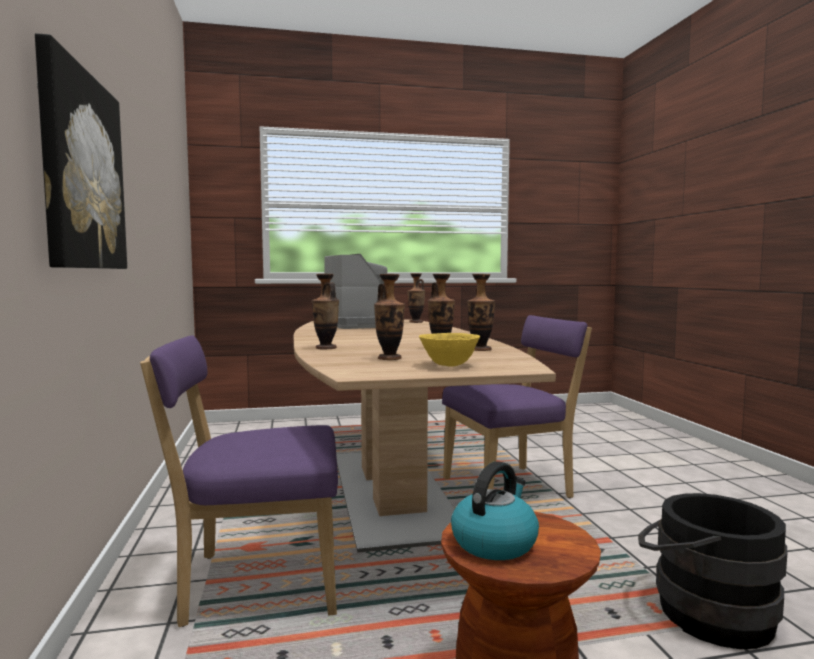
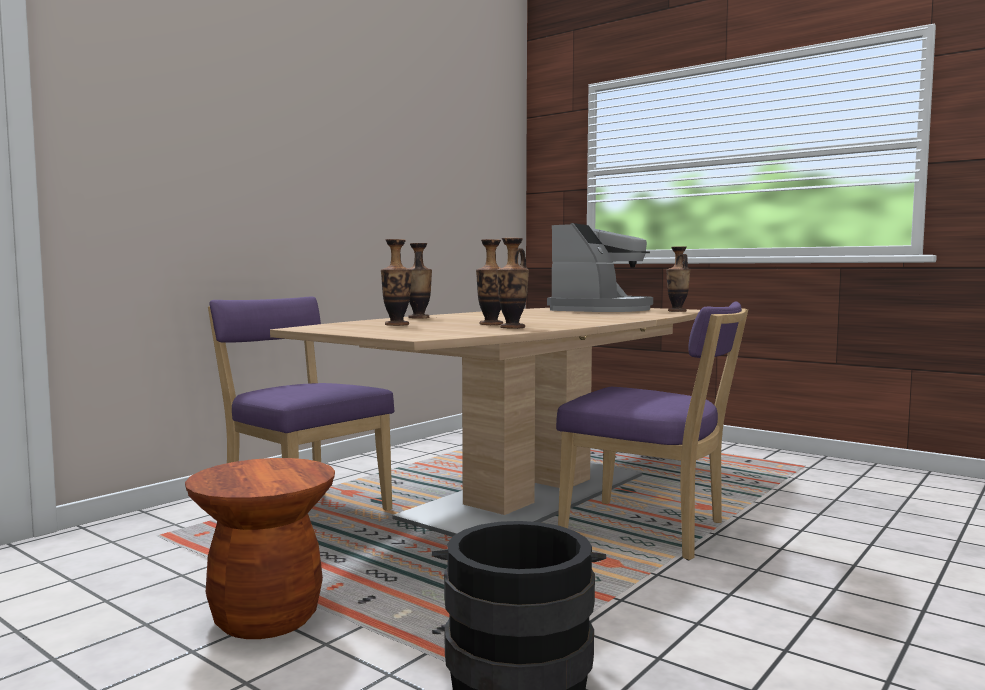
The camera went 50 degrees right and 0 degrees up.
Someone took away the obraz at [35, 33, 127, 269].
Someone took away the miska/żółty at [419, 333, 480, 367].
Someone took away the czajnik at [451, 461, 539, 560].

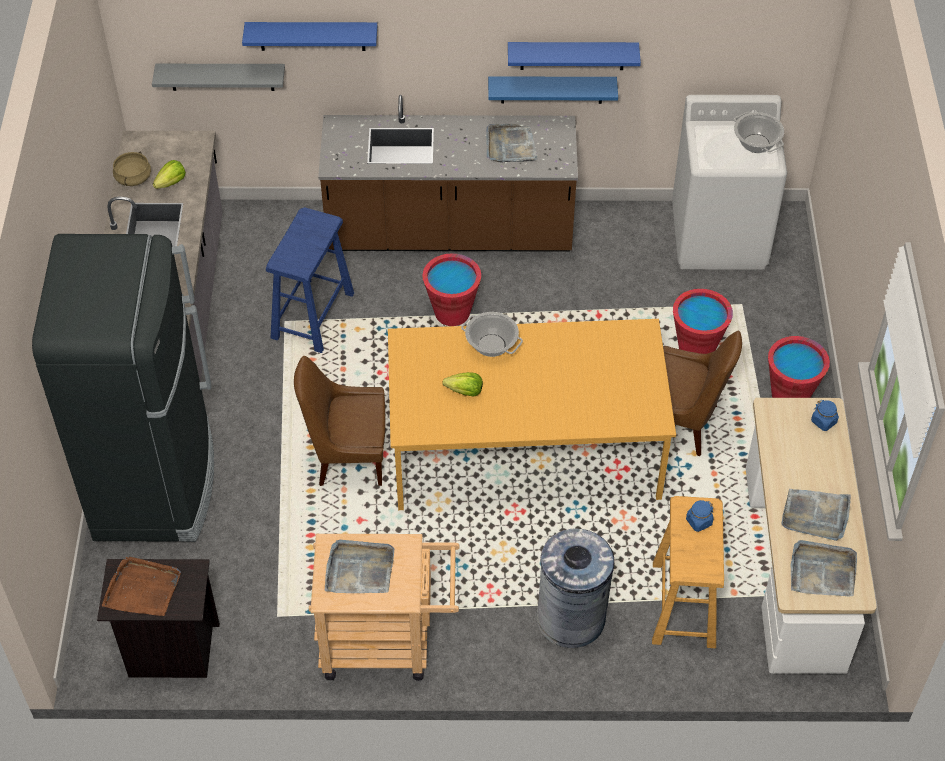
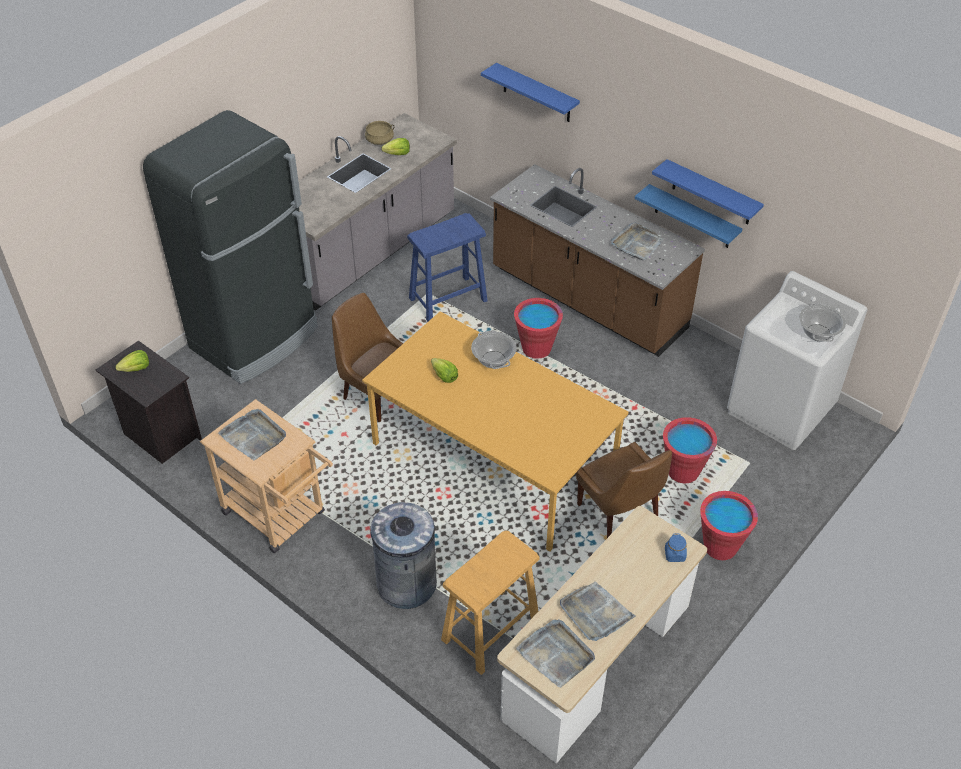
The camera went 40 degrees right and 5 degrees down.
Someone took away the półka/szary at [152, 64, 285, 91].
Someone took away the słoik/niebieski at [686, 500, 714, 532].
Someone swapped the taca/brązowy at [102, 557, 181, 616] for the sałata at [115, 350, 149, 372].

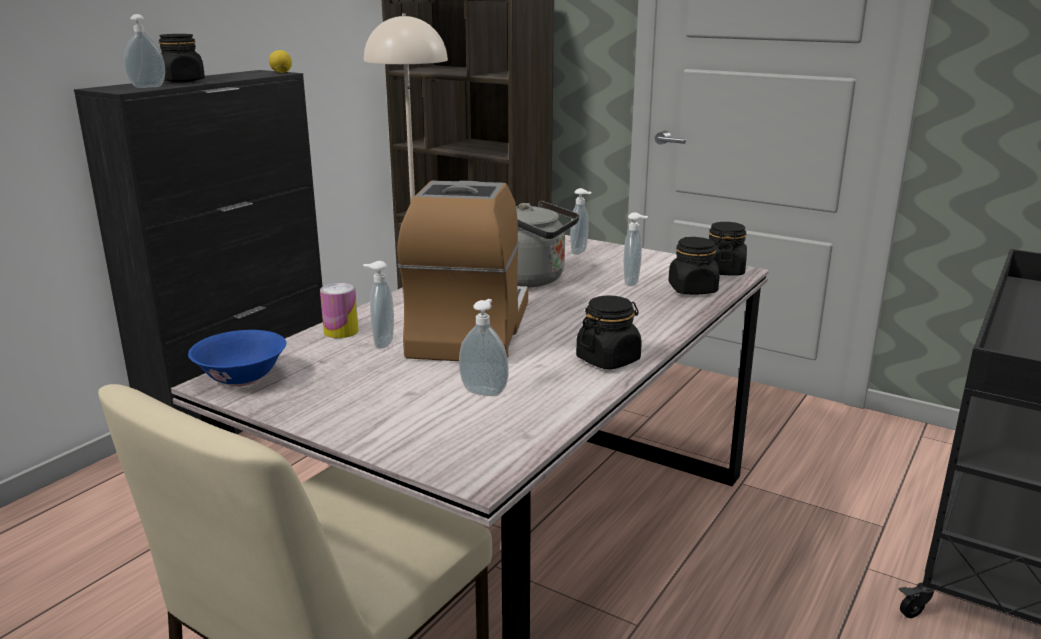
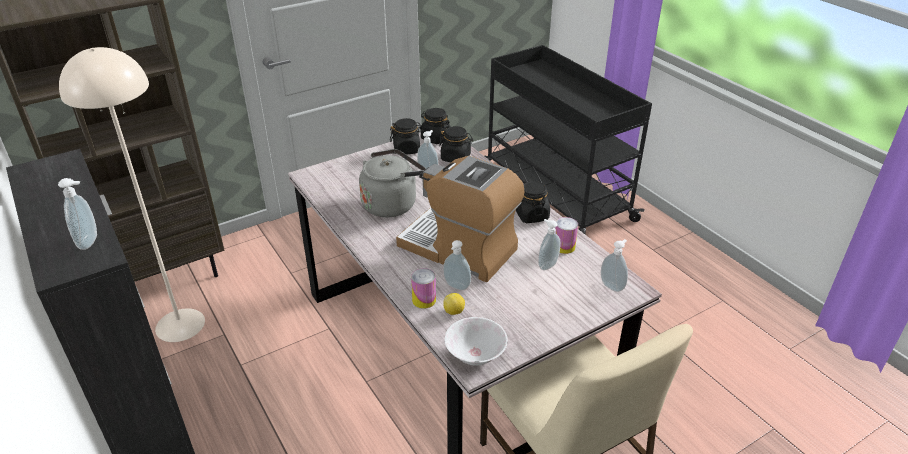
The camera went 65 degrees left and 15 degrees up.
Someone carried the słoik/czarny from [159, 34, 205, 83] to [390, 118, 423, 155].
Someone carried the cytryna from [269, 50, 292, 73] to [443, 293, 465, 315].
Someone carried the dozownik mydła from [570, 188, 592, 255] to [601, 239, 628, 292].
Someone repainted the miska/niebieski at [188, 330, 286, 387], which became the miska/biały at [444, 317, 508, 366].
Someone put down the puszka at [555, 217, 578, 254].

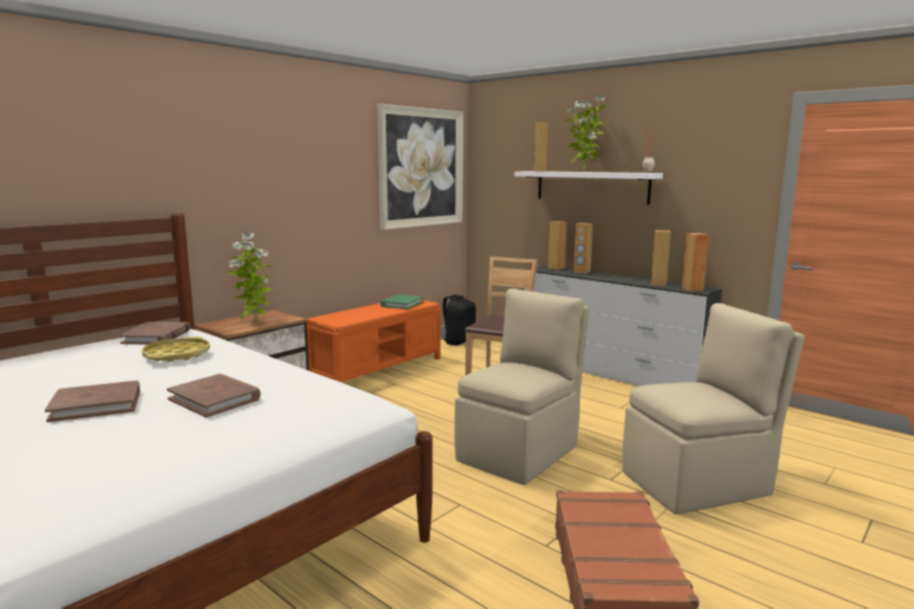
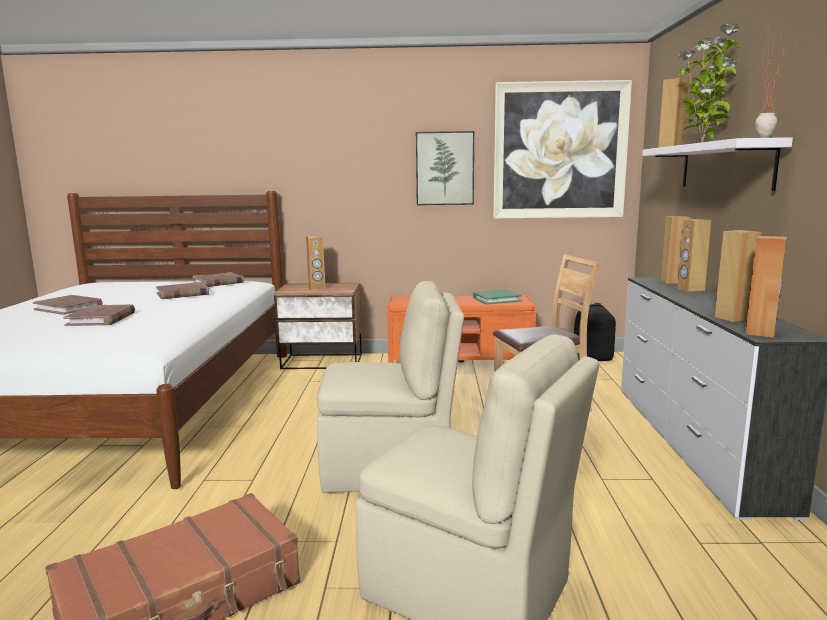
The camera went 50 degrees right and 0 degrees up.
Someone swapped the roślina doniczkowa at [227, 232, 272, 322] for the głośnik/brązowy at [306, 236, 325, 290].
Someone swapped the taca/żółty at [141, 336, 210, 362] for the książka/brązowy at [156, 282, 209, 299].
Someone put up the obraz at [416, 131, 474, 205].

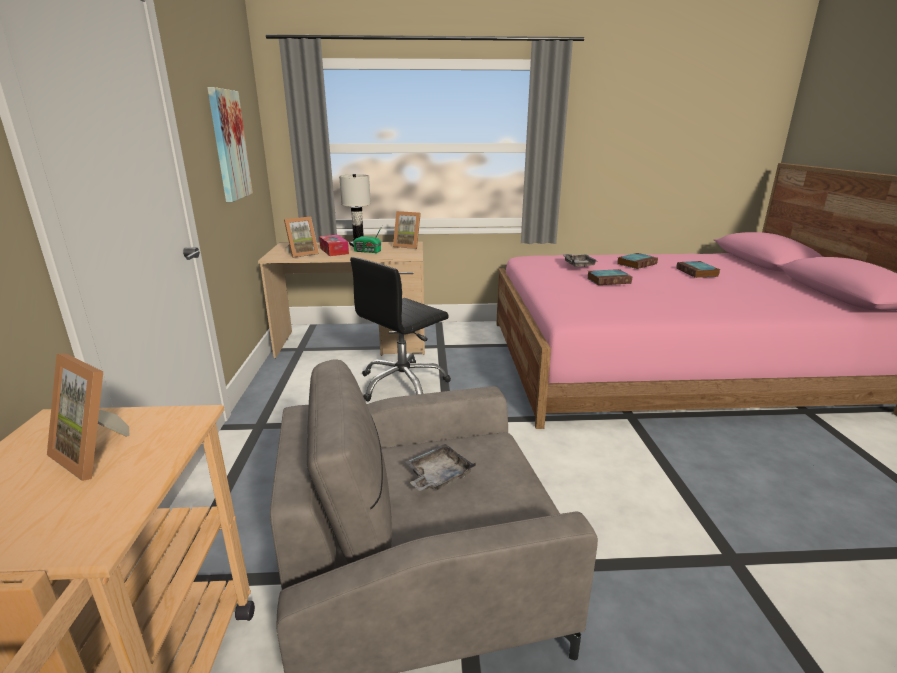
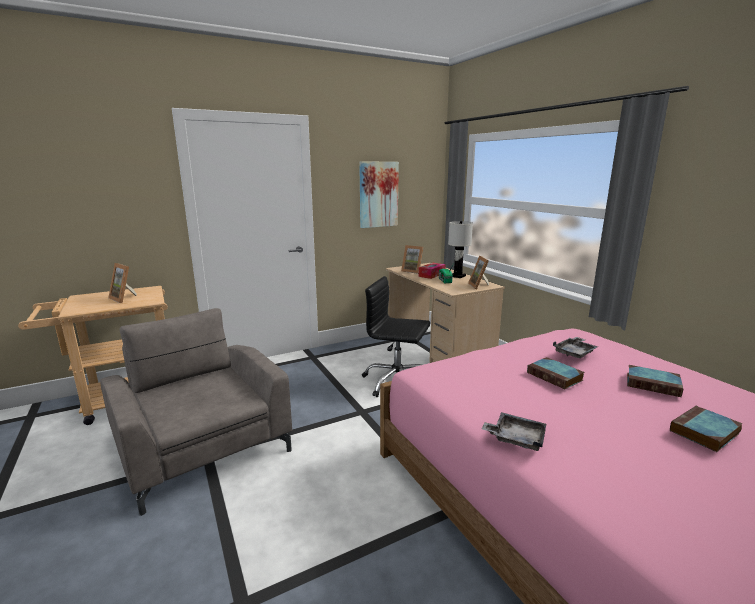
The camera went 65 degrees right and 5 degrees down.
Someone rotated the ramka na zdjęcie at [47, 353, 129, 481] by 60 degrees counterclockwise.
Someone carried the taca/szary from [405, 444, 476, 491] to [482, 412, 546, 451].

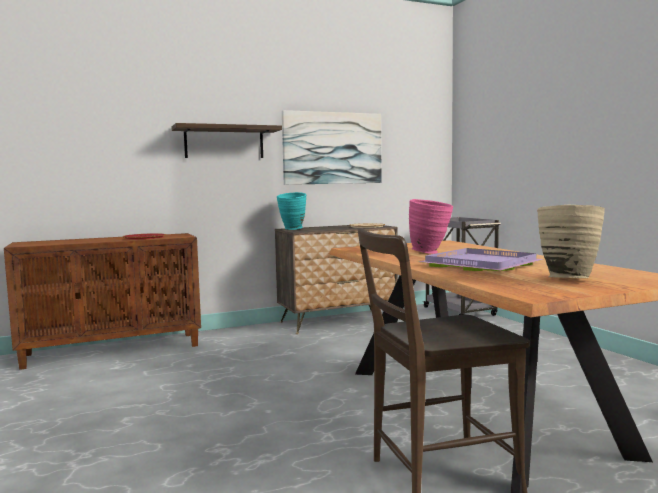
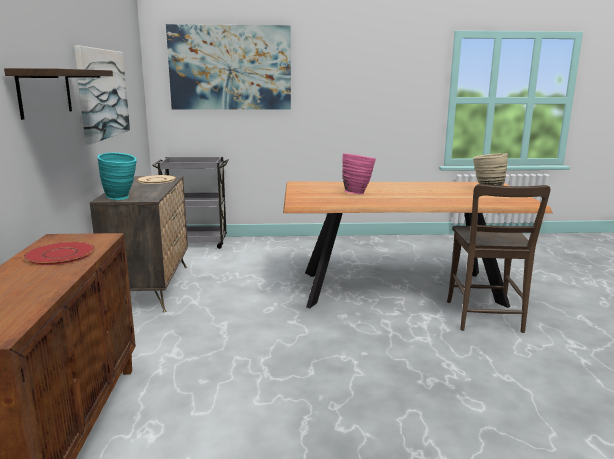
The camera went 70 degrees left and 10 degrees up.
Someone took away the taca/fioletowy at [419, 248, 544, 271].
Someone put up the obraz at [166, 24, 291, 110].

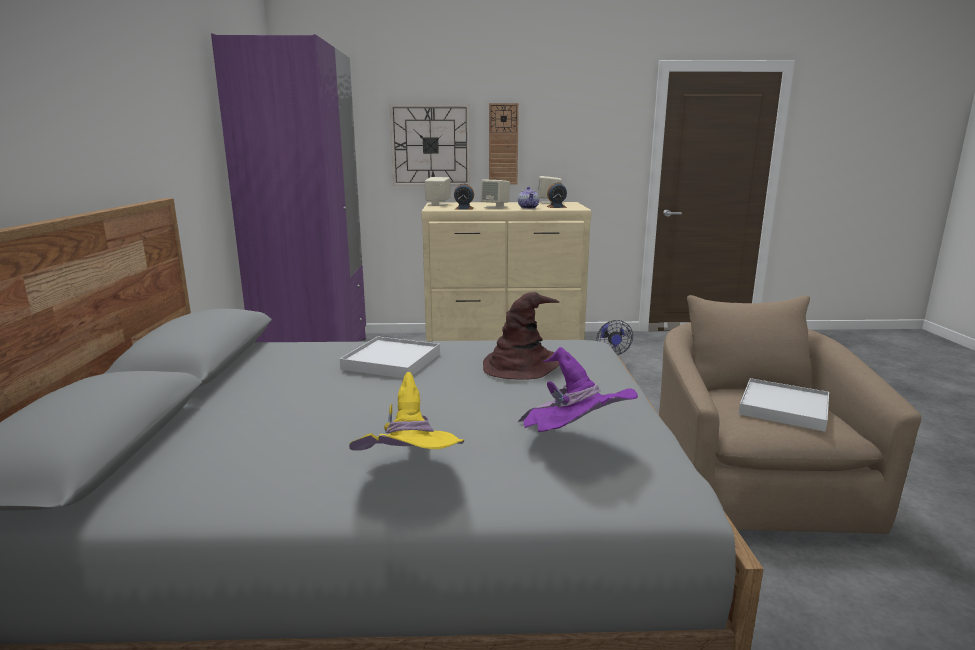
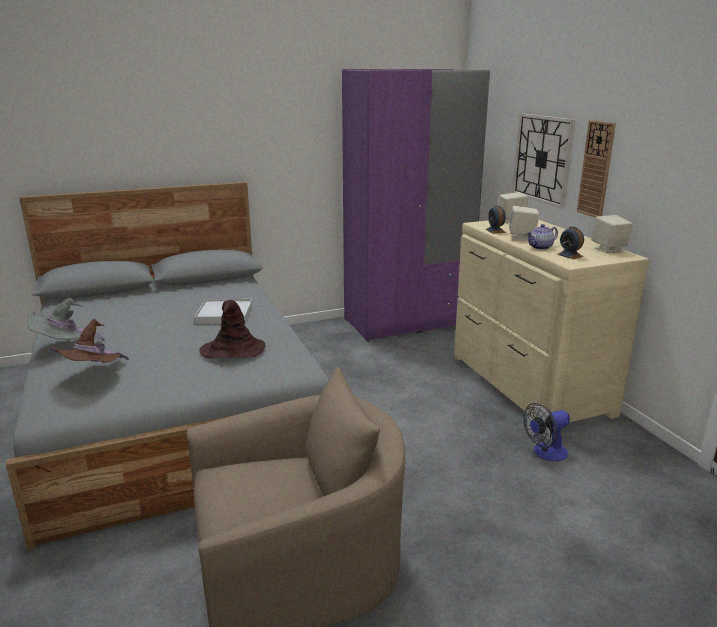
The camera went 70 degrees right and 5 degrees up.
Someone repainted the kapelusz/fioletowy at [518, 347, 638, 432], which became the kapelusz/brązowy at [49, 319, 129, 363].
Someone repainted the kapelusz/żółty at [349, 372, 464, 451], which became the kapelusz/szary at [28, 298, 105, 342].
Someone took away the taca/biały at [739, 378, 829, 432].

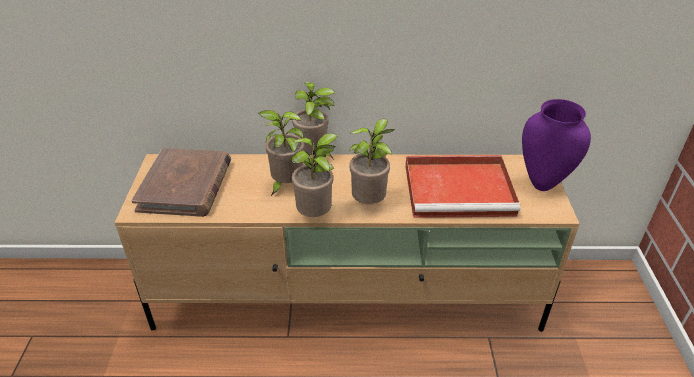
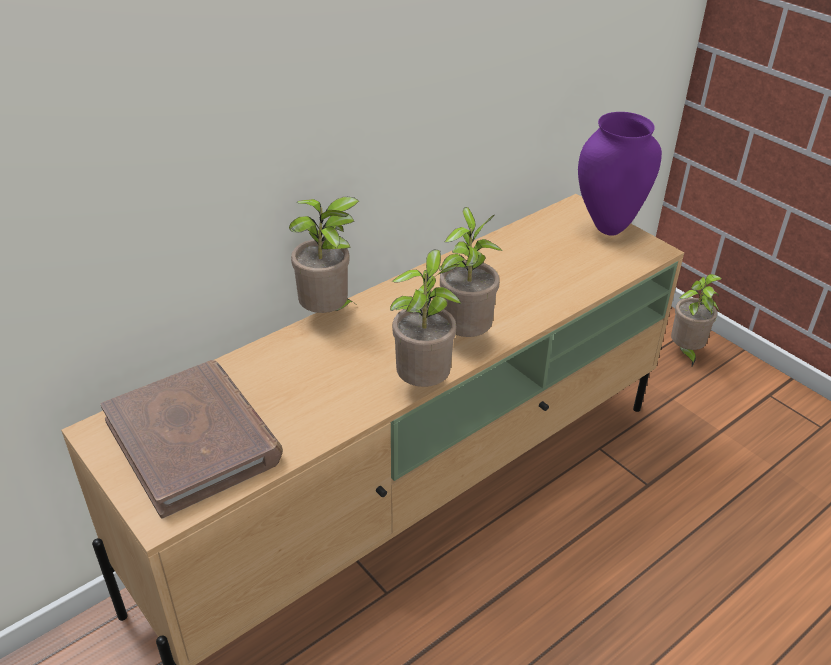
The camera went 40 degrees left and 0 degrees up.
Someone carried the roślina doniczkowa from [259, 110, 305, 196] to [671, 274, 722, 366].
Someone took away the taca/czerwony at [405, 155, 520, 218].

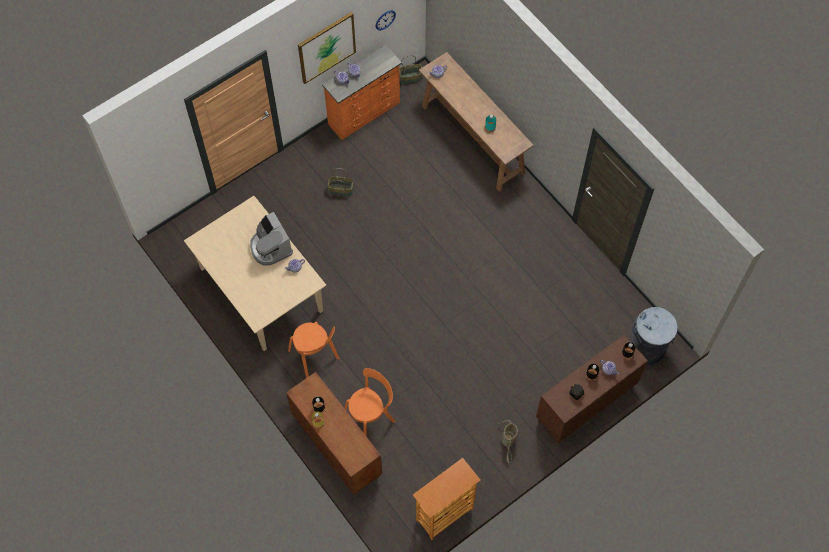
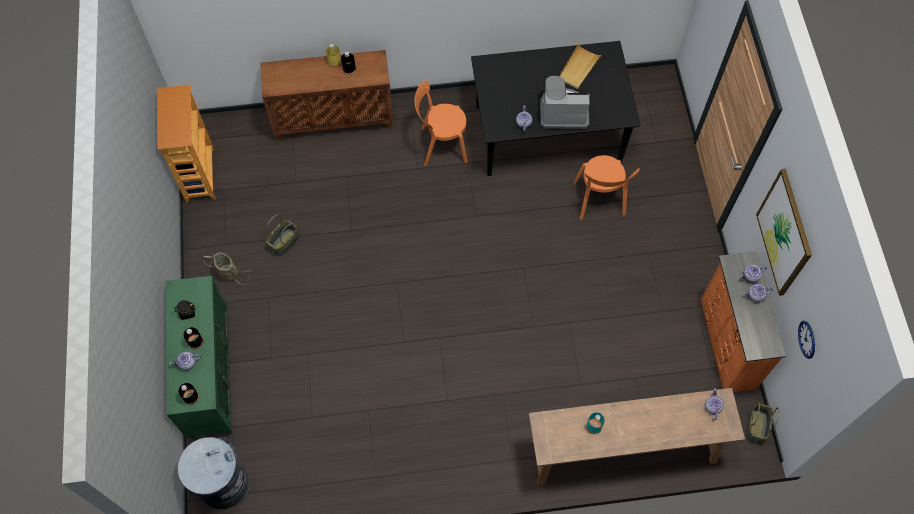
The camera went 120 degrees right and 0 degrees up.
Someone carried the koszyk from [328, 168, 353, 197] to [266, 214, 299, 257].
Someone repainted the stół jadalny/beżowy at [184, 196, 326, 351], which became the stół jadalny/czarny at [471, 41, 641, 176].
Someone repainted the szafka/brązowy at [536, 335, 648, 444], which became the szafka/zielony at [166, 276, 232, 439].
Someone carried the krzesło/pomarańczowy from [344, 368, 395, 437] to [573, 155, 640, 220].
Someone put down the taca/beżowy at [559, 44, 601, 89].

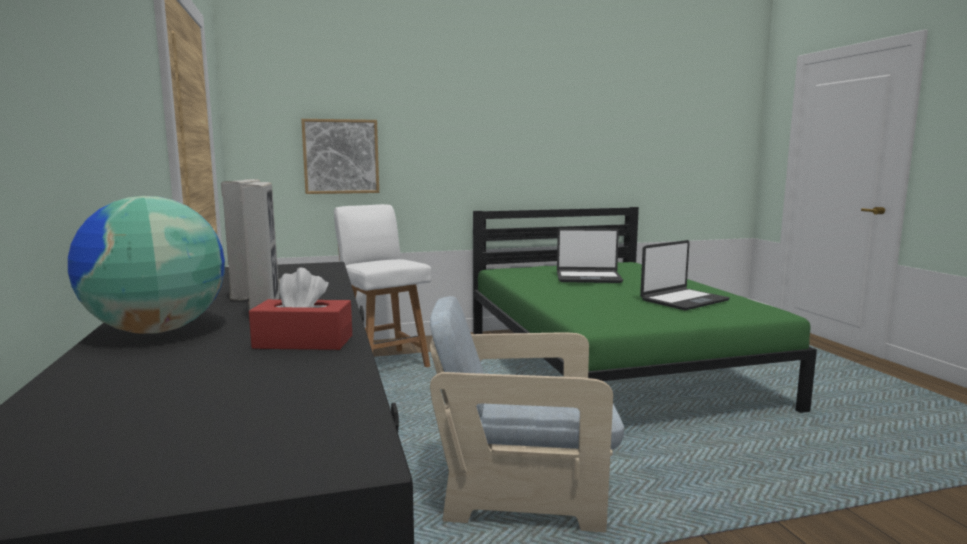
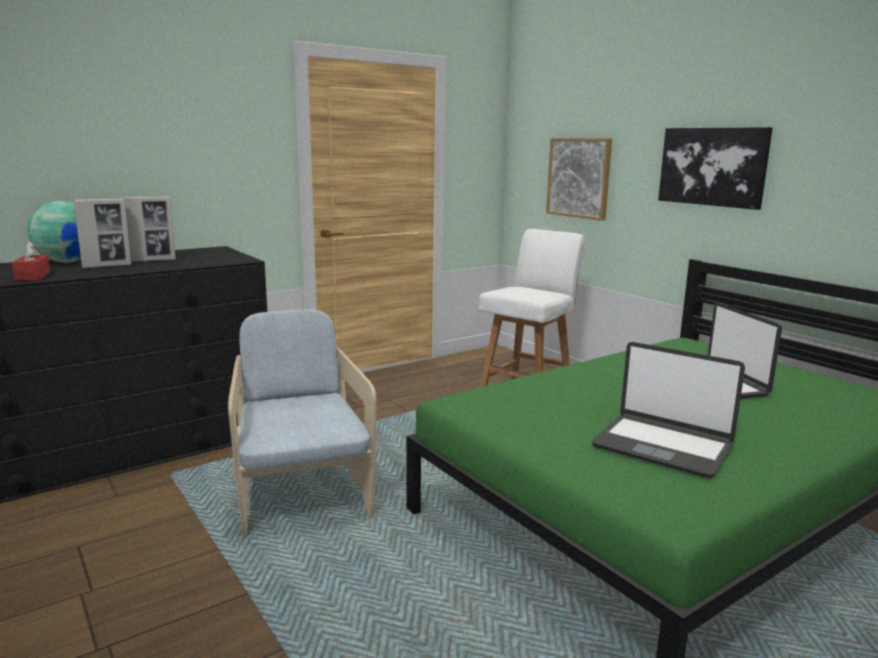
The camera went 70 degrees right and 5 degrees up.
Someone put up the obraz at [658, 127, 773, 210].

